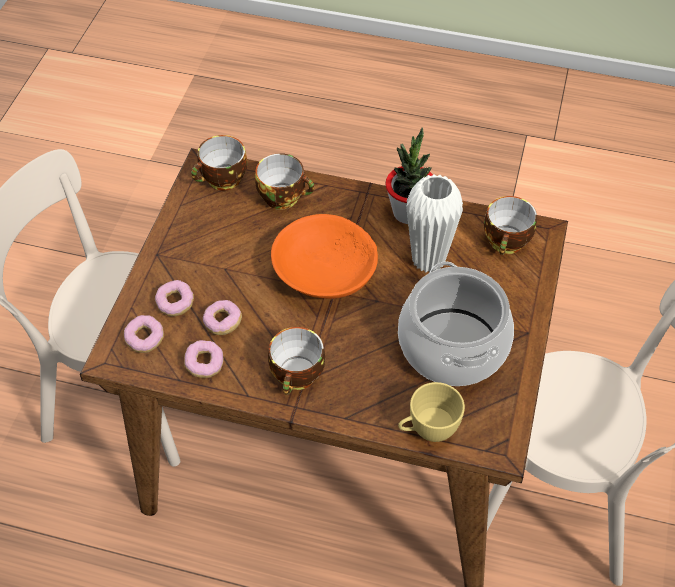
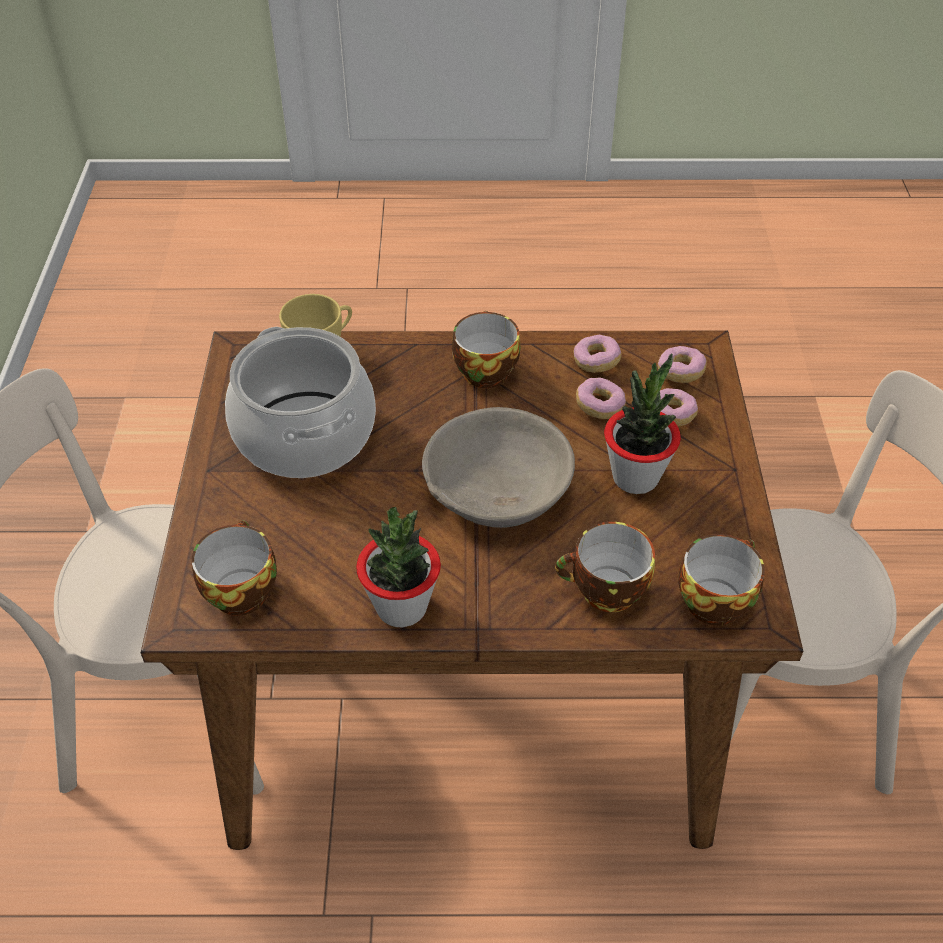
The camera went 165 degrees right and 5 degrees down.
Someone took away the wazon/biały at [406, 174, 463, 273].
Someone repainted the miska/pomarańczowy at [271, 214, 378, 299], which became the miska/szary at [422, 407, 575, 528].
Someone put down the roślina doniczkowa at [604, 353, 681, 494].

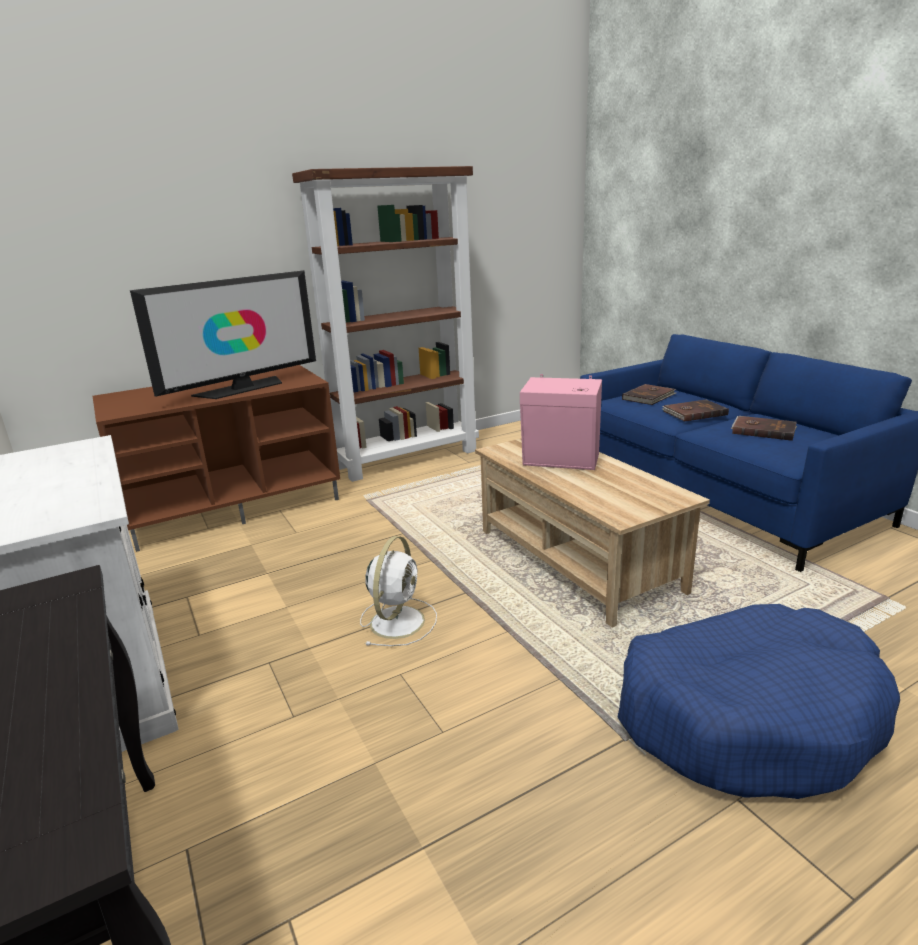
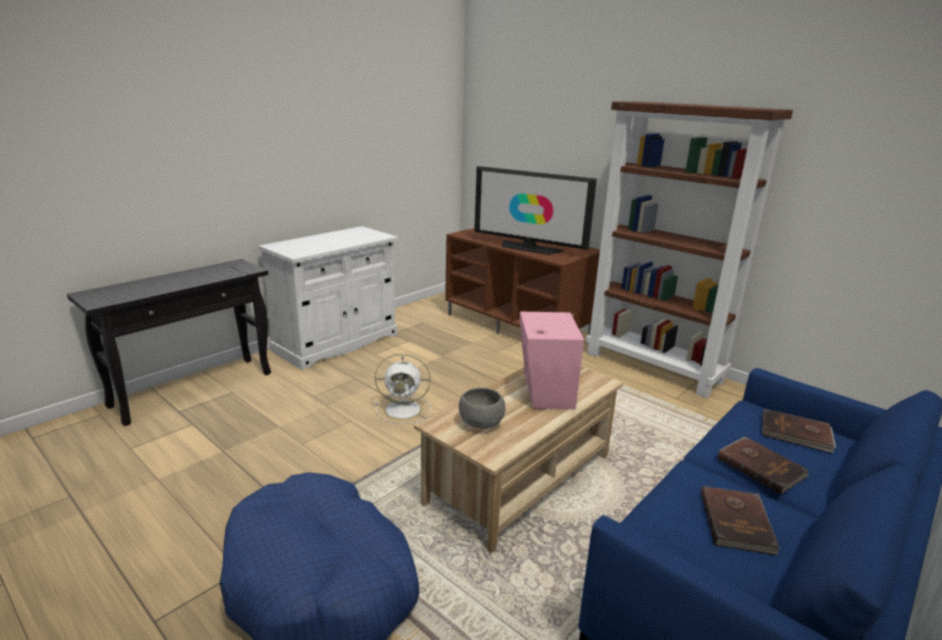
The camera went 70 degrees right and 0 degrees up.
Someone put down the miska/szary at [459, 388, 506, 429].

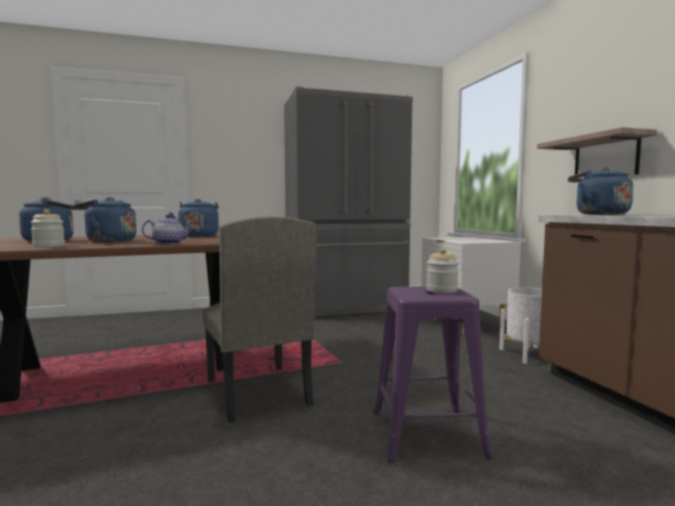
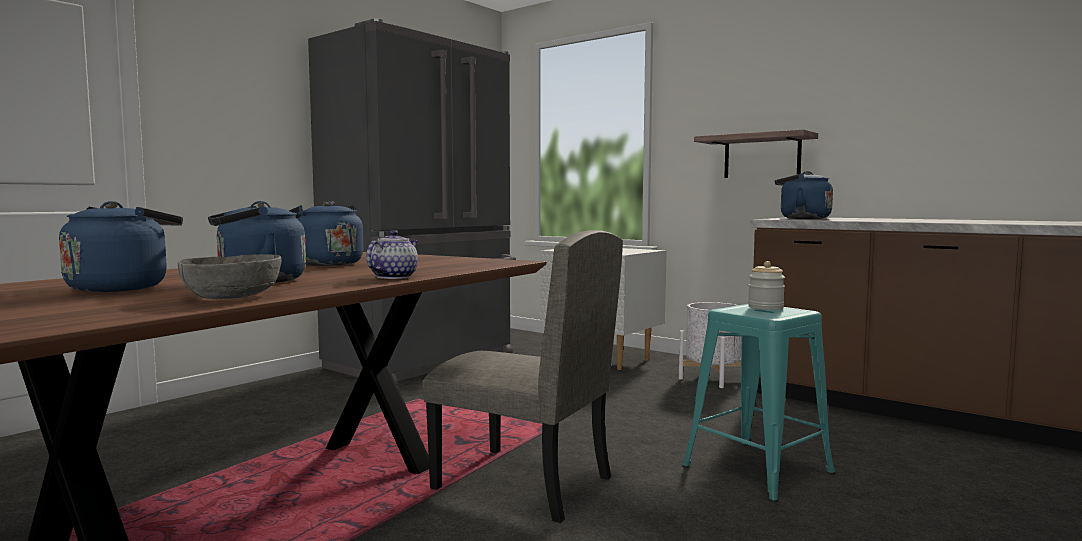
The camera went 35 degrees left and 0 degrees up.
Someone swapped the słoik at [31, 209, 65, 247] for the miska/szary at [177, 254, 281, 299].
Someone repainted the stołek/fioletowy at [373, 286, 492, 463], which became the stołek/turkusowy at [682, 304, 835, 503].

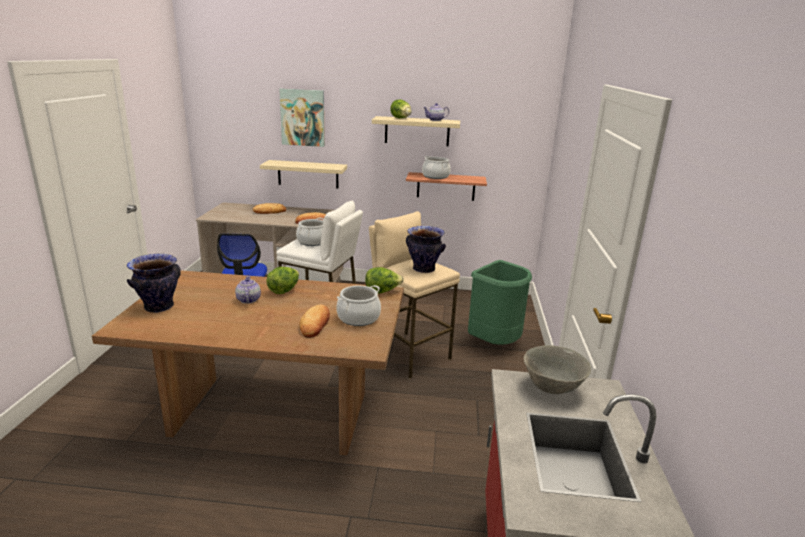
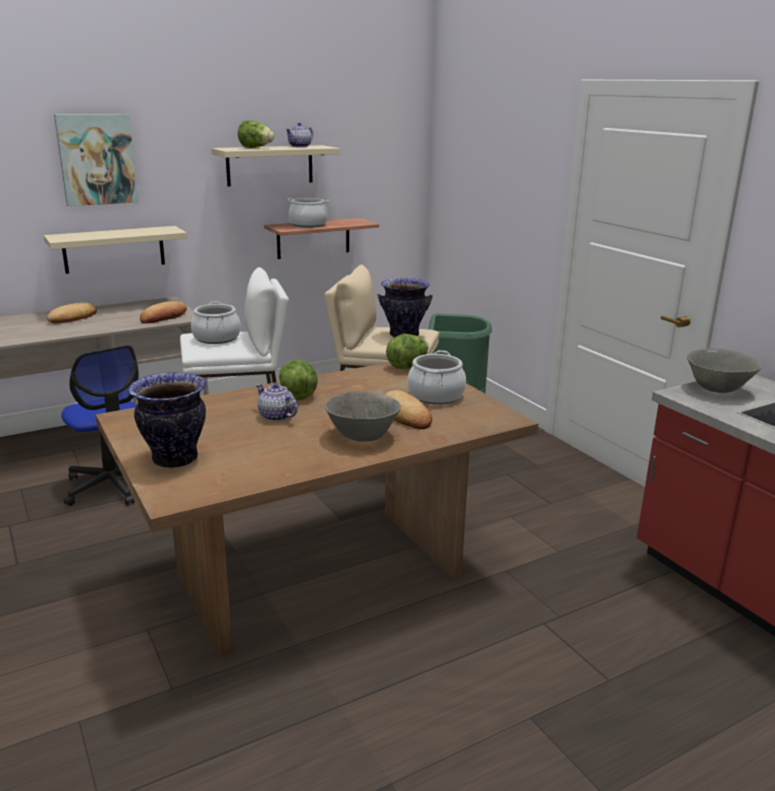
The camera went 35 degrees left and 0 degrees up.
Someone put down the miska/szary at [324, 391, 401, 442].

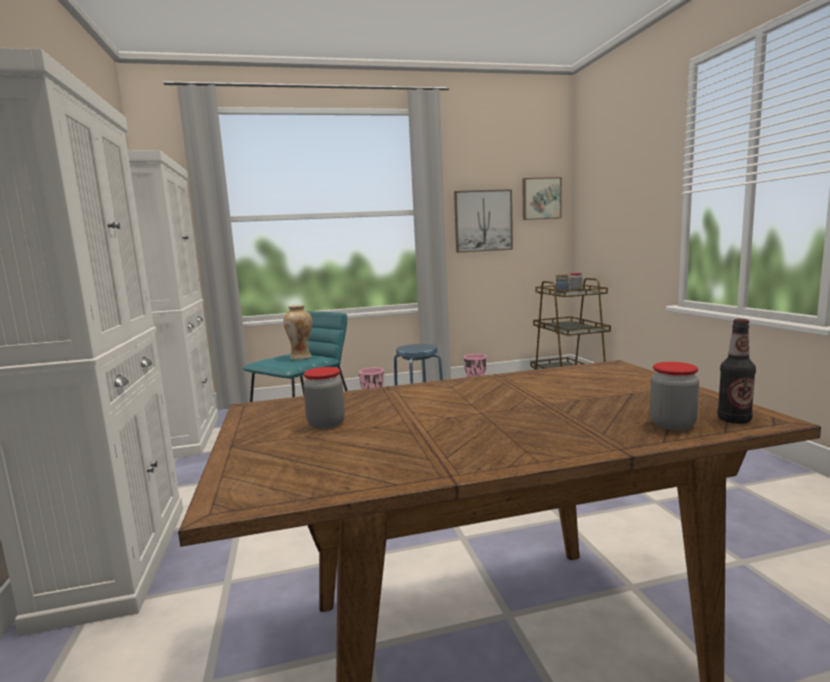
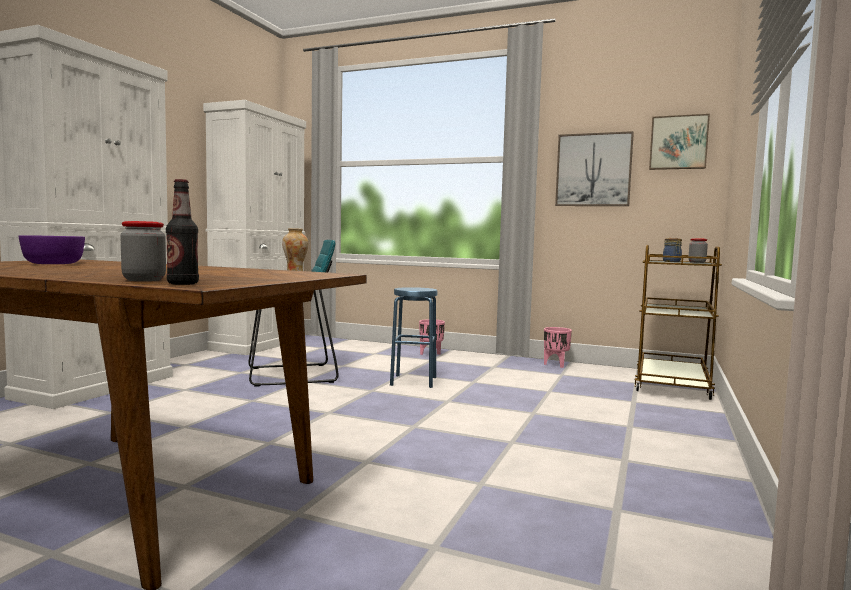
The camera went 35 degrees right and 5 degrees down.
Someone swapped the słoik at [303, 367, 345, 429] for the miska/fioletowy at [19, 235, 85, 264].

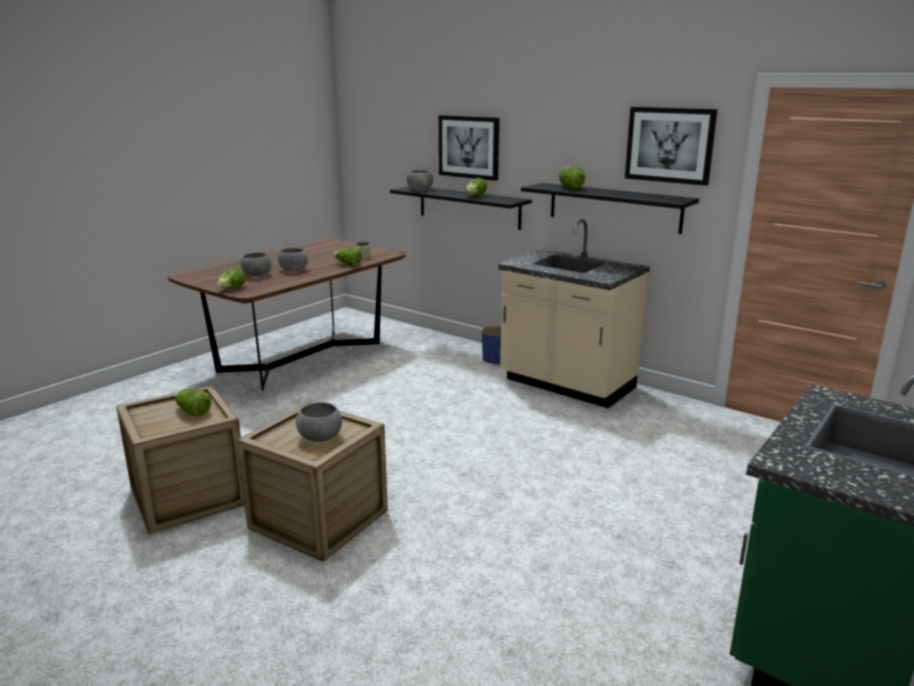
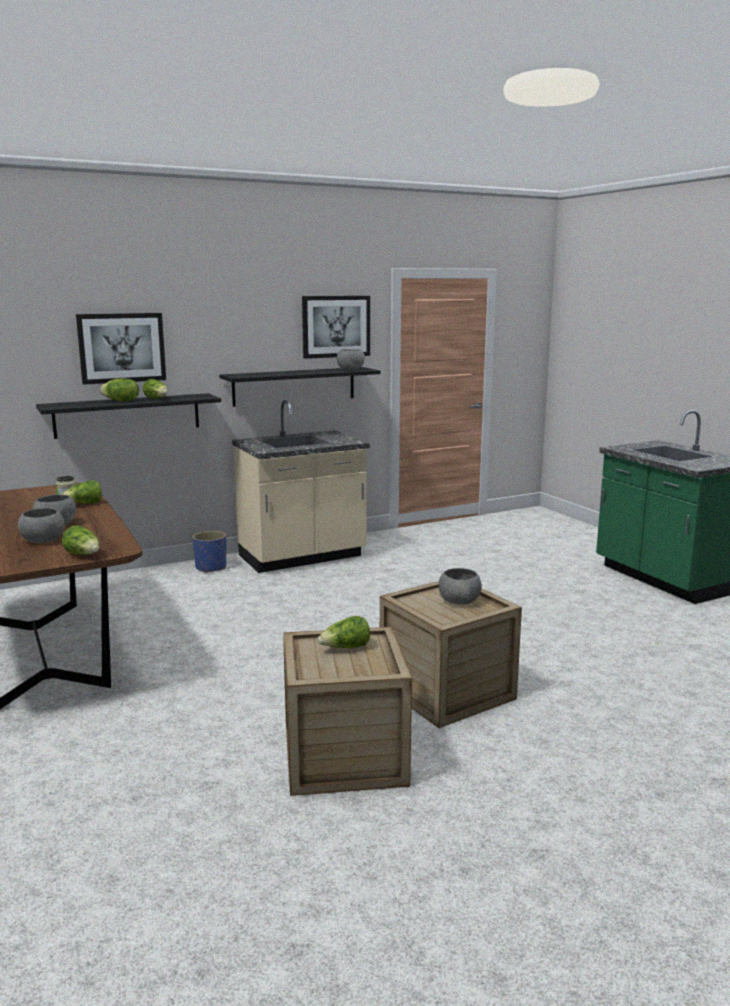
The camera went 65 degrees left and 5 degrees down.
Someone carried the sałata from [559, 166, 585, 189] to [100, 378, 139, 401].
Someone carried the miska/szary from [407, 170, 433, 190] to [337, 349, 365, 370].

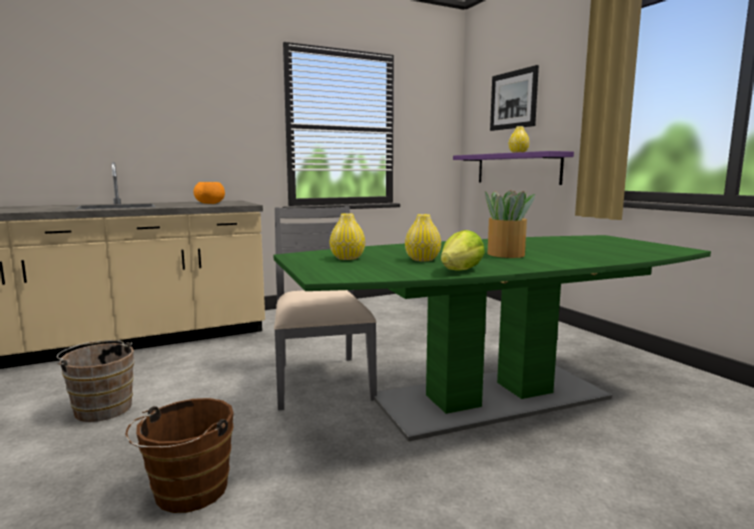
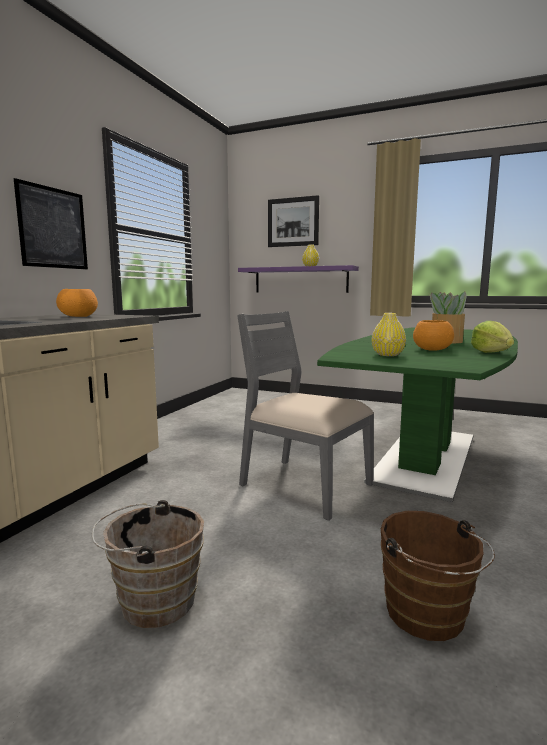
The camera went 40 degrees left and 0 degrees up.
Someone swapped the wazon/żółty at [405, 214, 441, 261] for the miska/pomarańczowy at [413, 320, 454, 351].
Someone put up the obraz at [14, 178, 88, 269].

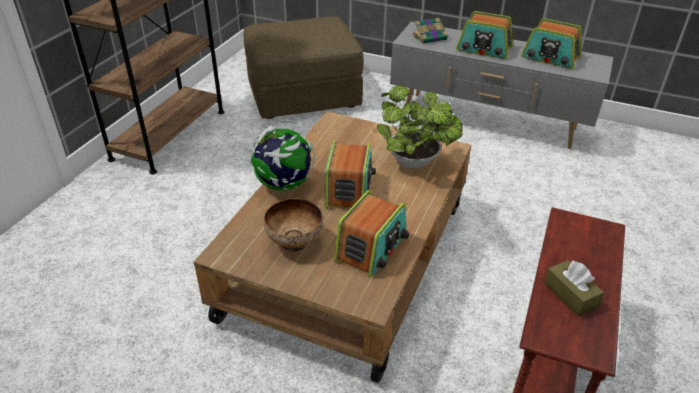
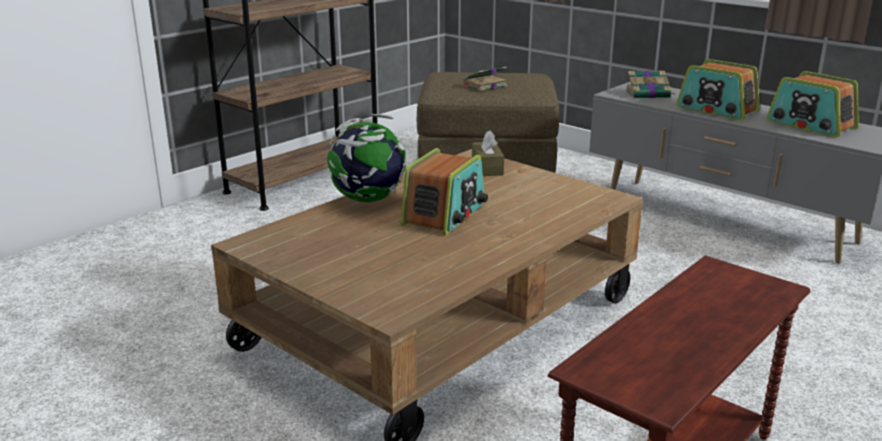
The camera went 20 degrees right and 15 degrees down.
Someone took away the roślina doniczkowa at [377, 85, 463, 169].
Someone took away the radio at [334, 190, 409, 278].
Someone took away the miska at [264, 198, 323, 252].
Someone carried the pudełko chusteczek/brązowy from [544, 260, 604, 317] to [472, 131, 504, 176].
Someone put down the książka at [463, 66, 508, 91].

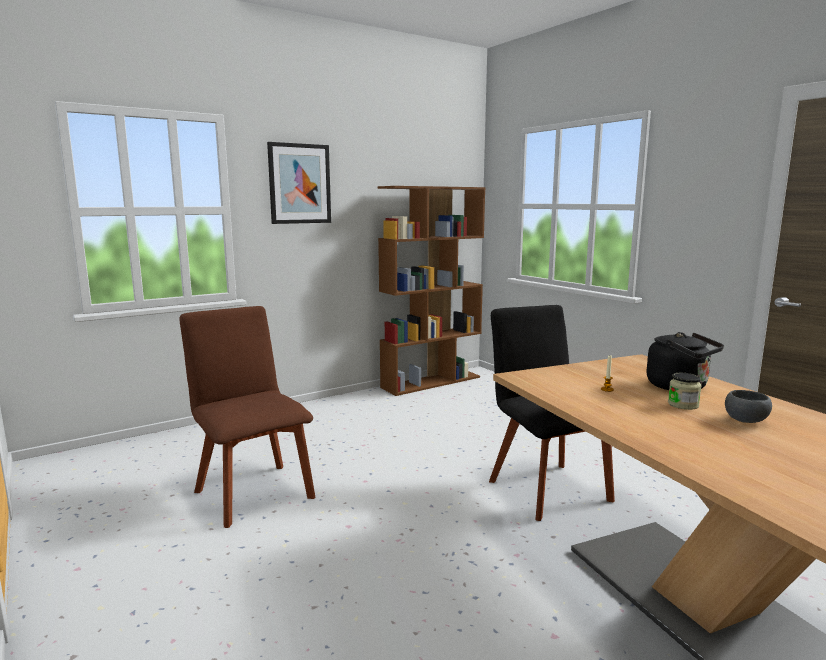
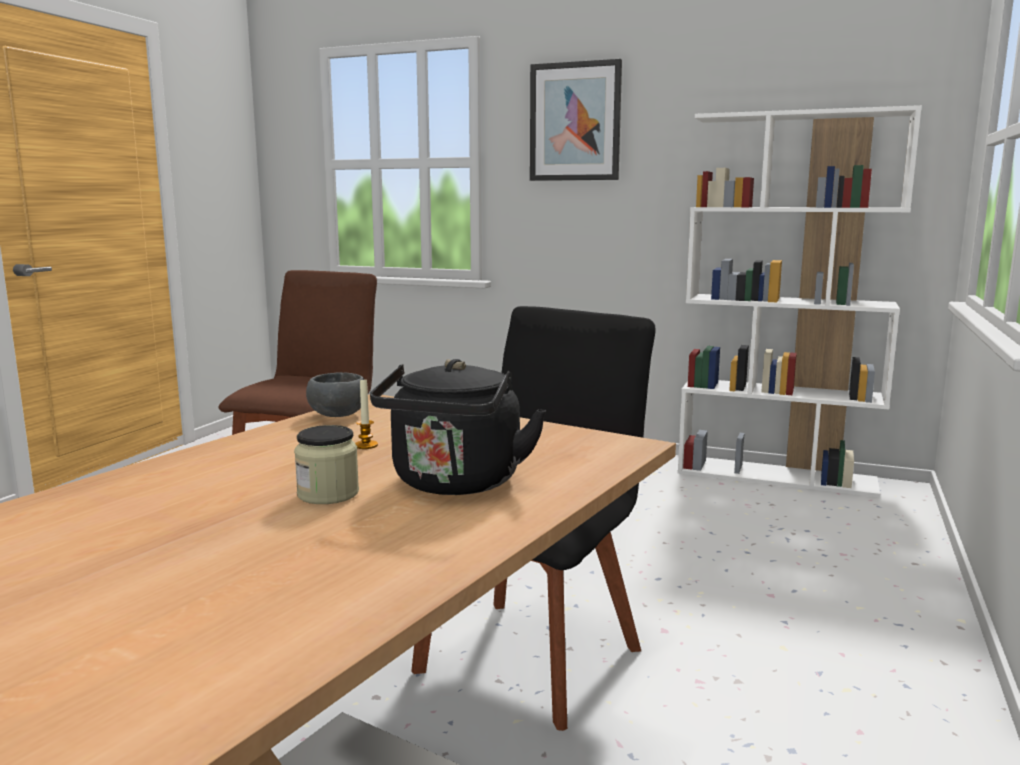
The camera went 55 degrees right and 0 degrees up.
Someone repainted the regał/brązowy at [378, 186, 485, 396], which became the regał/biały at [678, 105, 922, 498].
Someone carried the miska/szary from [725, 390, 772, 423] to [306, 372, 363, 417].

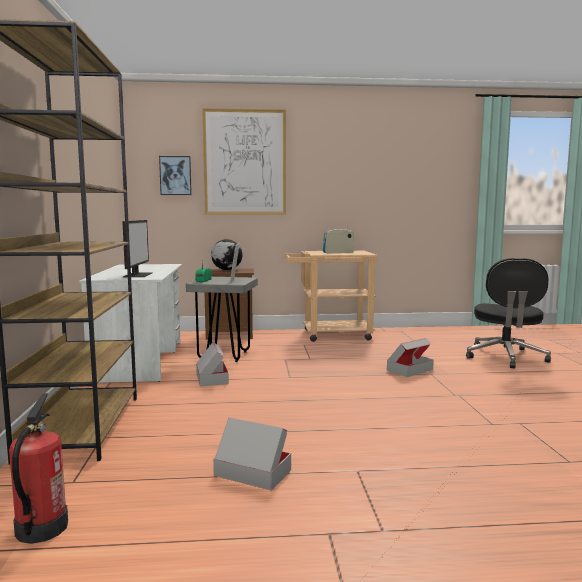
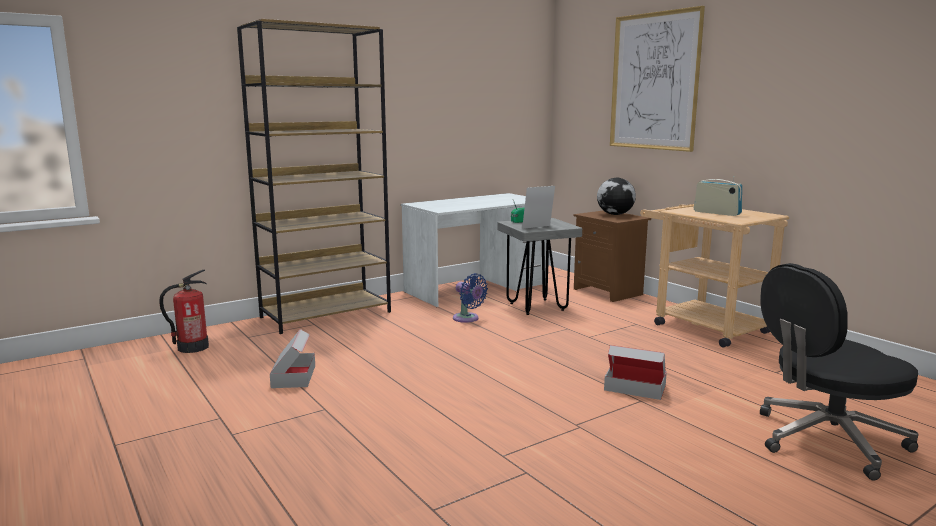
The camera went 60 degrees right and 5 degrees up.
Someone took away the obraz at [159, 156, 192, 195].
Someone took away the monitor at [122, 220, 153, 277].
Someone swapped the karton at [196, 342, 229, 387] for the wentylator/niebieski at [453, 273, 488, 323].

